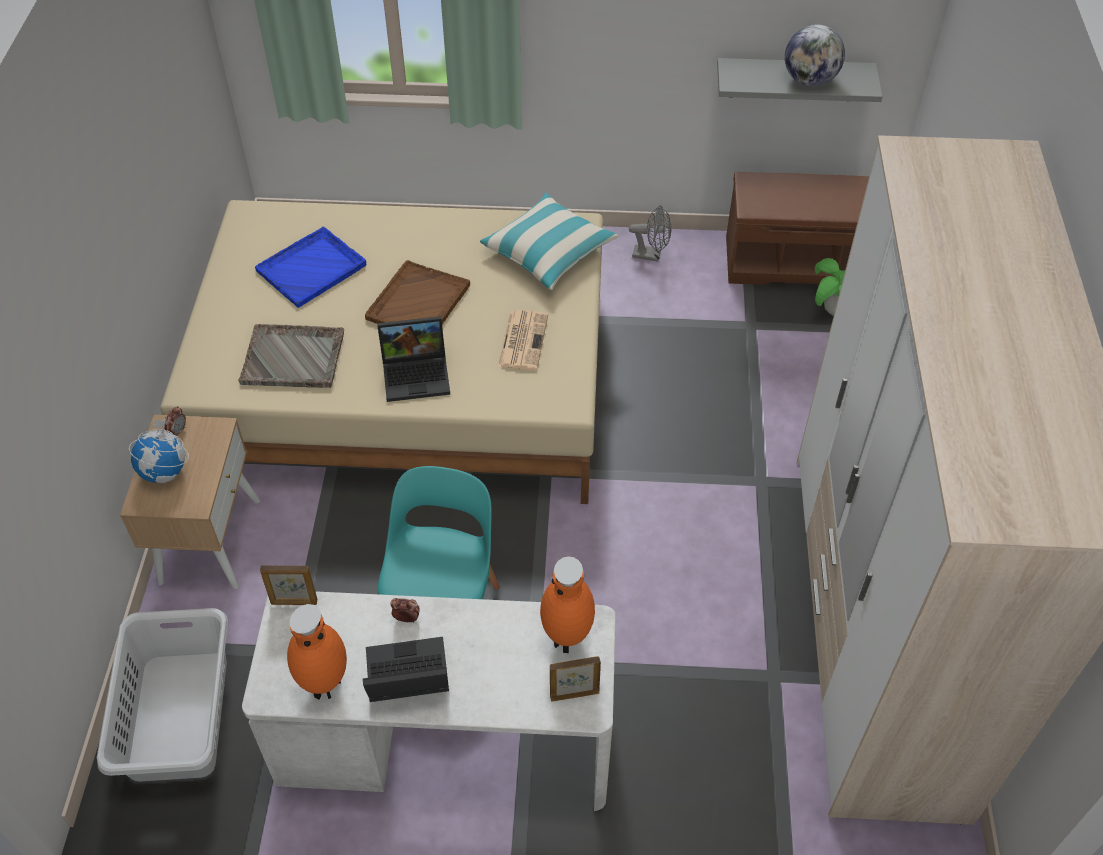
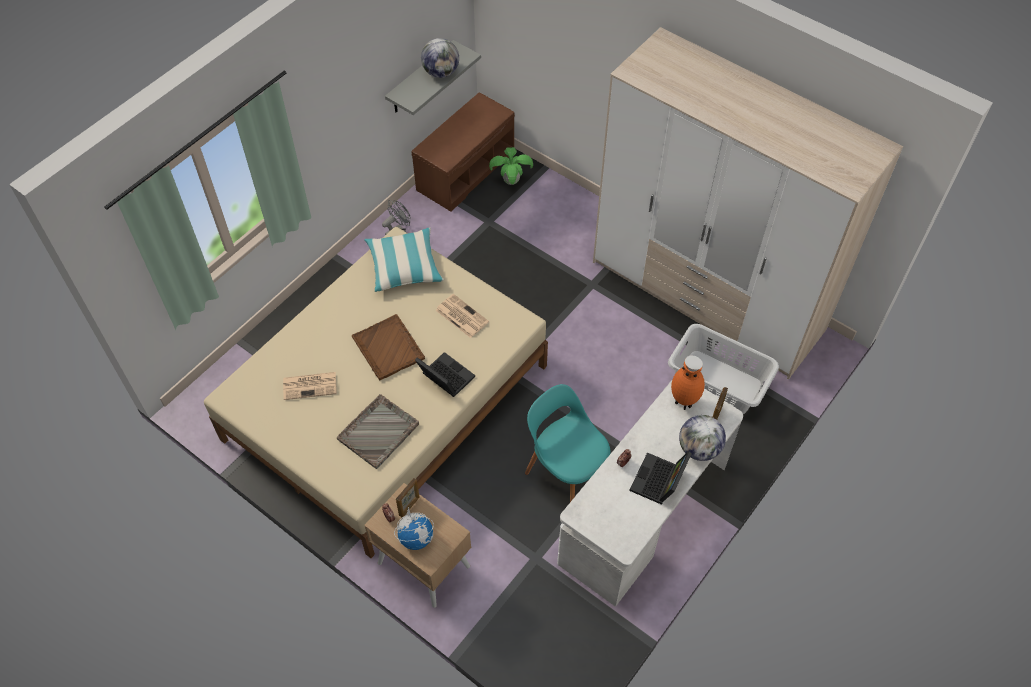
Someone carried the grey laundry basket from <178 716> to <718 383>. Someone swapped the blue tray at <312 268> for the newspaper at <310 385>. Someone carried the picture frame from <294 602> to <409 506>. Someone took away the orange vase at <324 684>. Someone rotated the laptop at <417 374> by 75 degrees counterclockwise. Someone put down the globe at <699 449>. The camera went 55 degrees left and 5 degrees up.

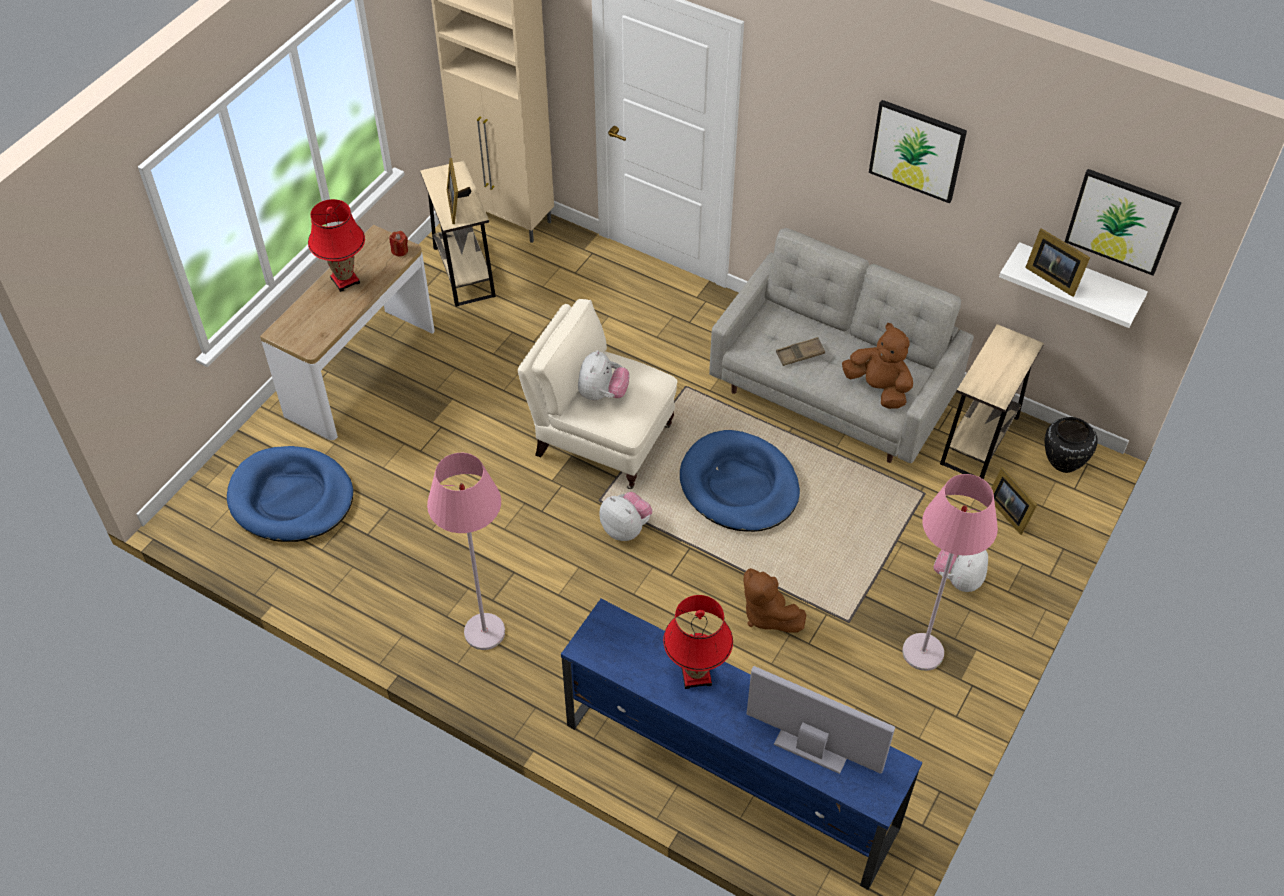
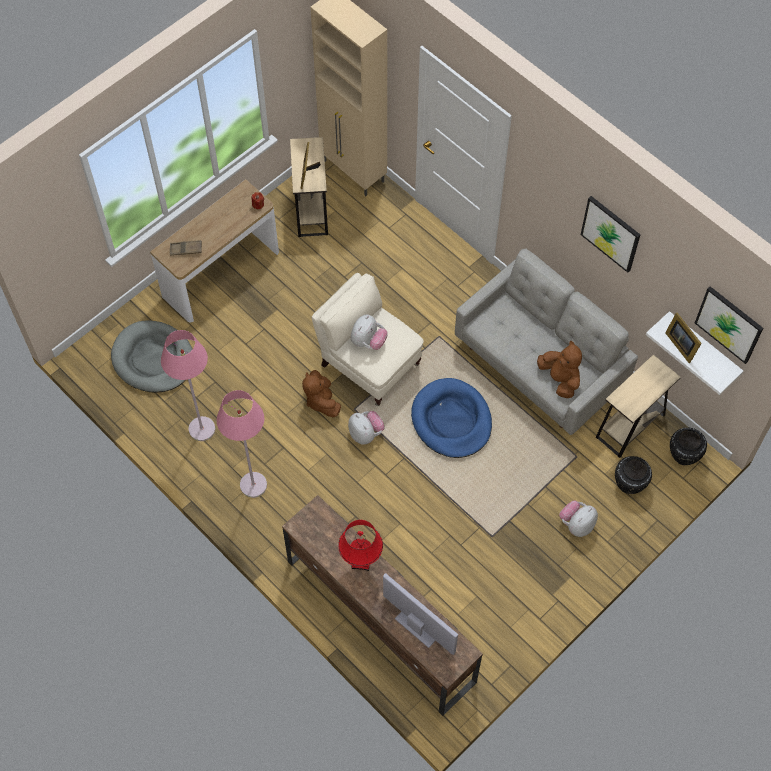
Someone repainted the blue dog bed at <291 498>, which became the grey dog bed at <153 359>. Someone took away the red table lamp at <345 280>. Someone repainted the blue tv stand at <728 774>, which became the brown tv stand at <380 620>. Someone carried the brown plush toy from <767 614> to <321 401>. Someone carried the brown tray from <800 354> to <186 249>. Someone carried the pink floor lamp from <923 652> to <202 429>. Someone swapped the picture frame at <1008 511> for the black vase at <630 483>. The camera went 15 degrees right and 10 degrees up.

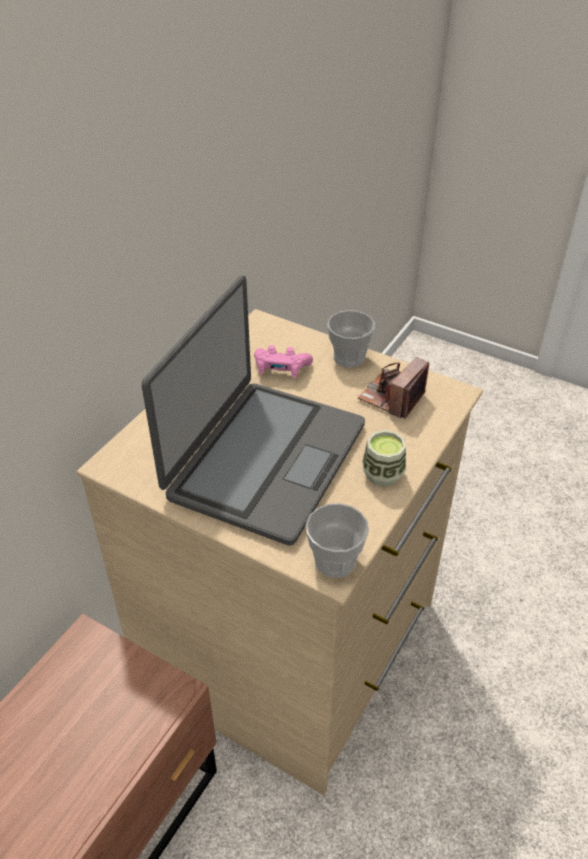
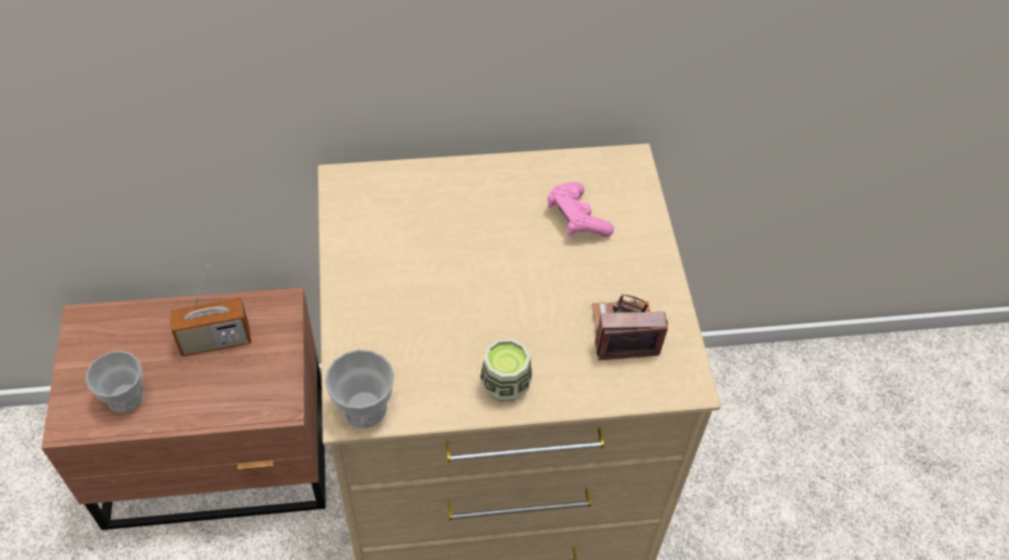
Someone took away the laptop at <265 459>. Someone carried the cup from <349 357> to <125 397>. Someone put down the radio at <215 341>. The camera went 50 degrees right and 10 degrees up.

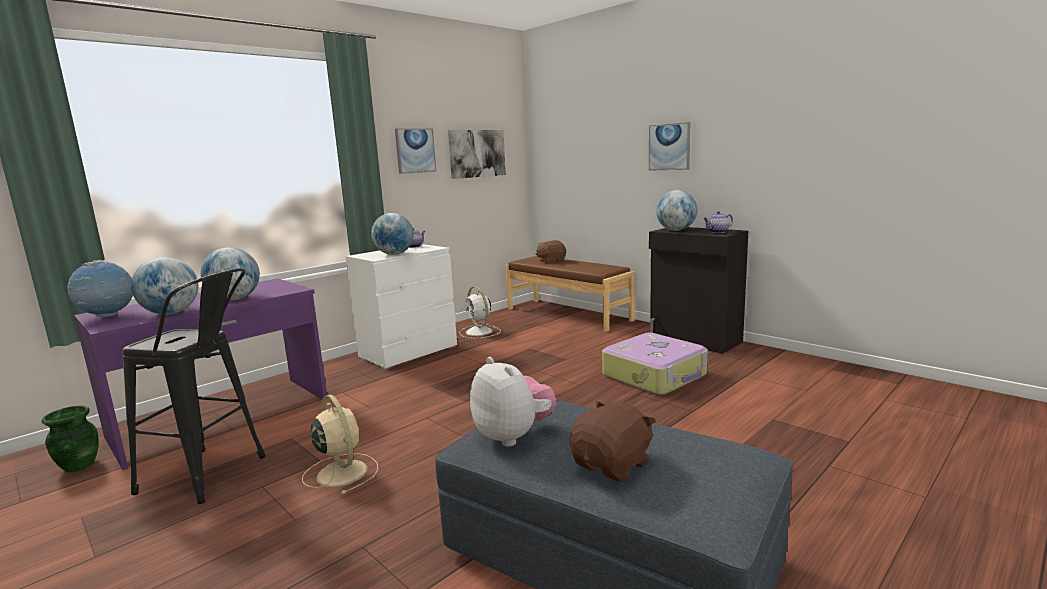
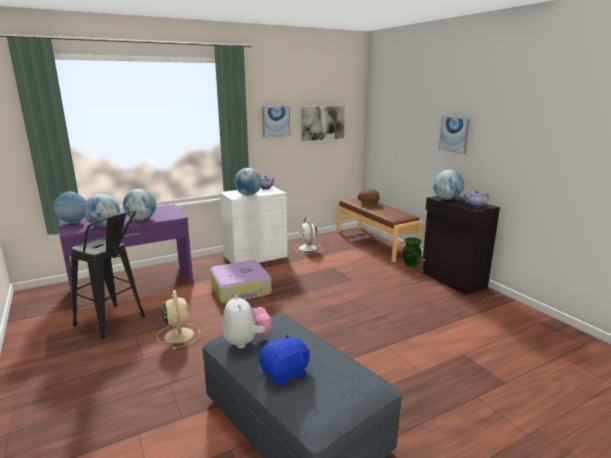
Someone carried the green vase from <78 466> to <410 264>. Someone repainted the brown plush toy at <612 465>, which became the blue plush toy at <285 374>. Someone carried the suitcase from <655 375> to <241 289>. The camera went 15 degrees right and 5 degrees up.

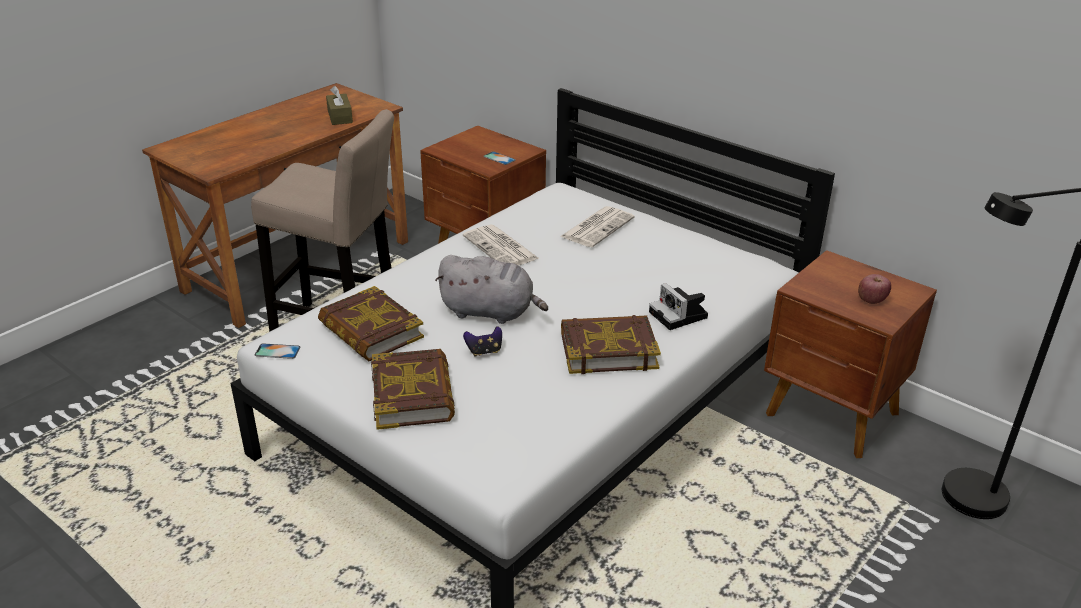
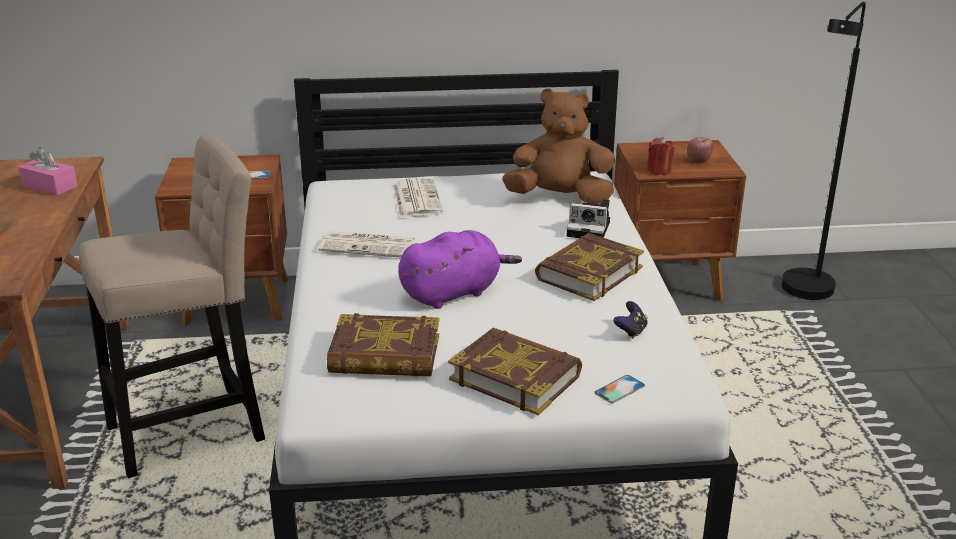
Someone carried the phone from <277 351> to <619 389>. Someone repainted the brown tissue box at <340 117>, which became the pink tissue box at <50 186>. Someone repainted the grey plush toy at <491 312>, which became the purple plush toy at <454 293>. Someone carried the game controller from <484 351> to <631 331>. Someone put down the brown plush toy at <560 198>. Someone put down the red candle at <659 170>. The camera went 45 degrees left and 5 degrees down.

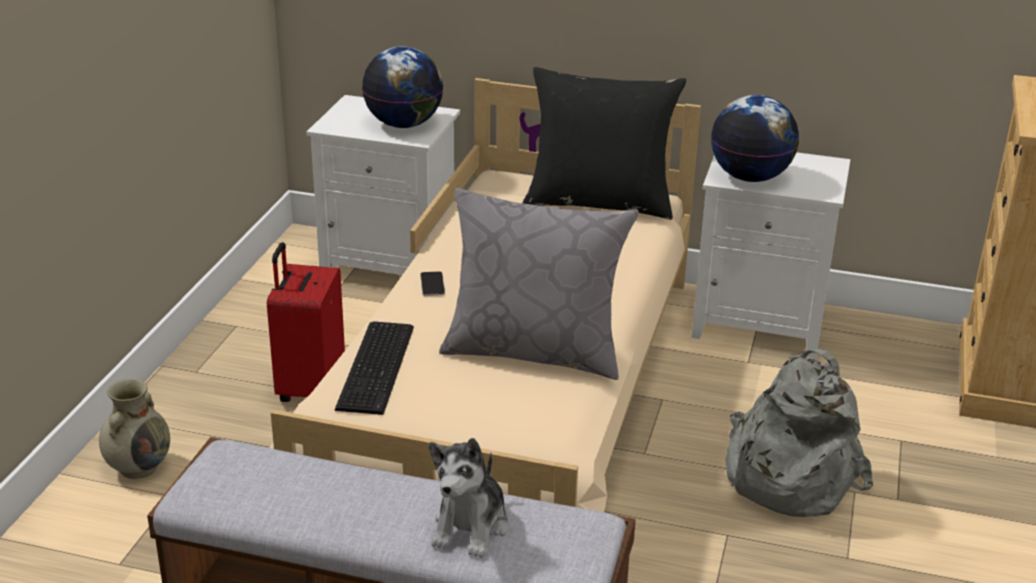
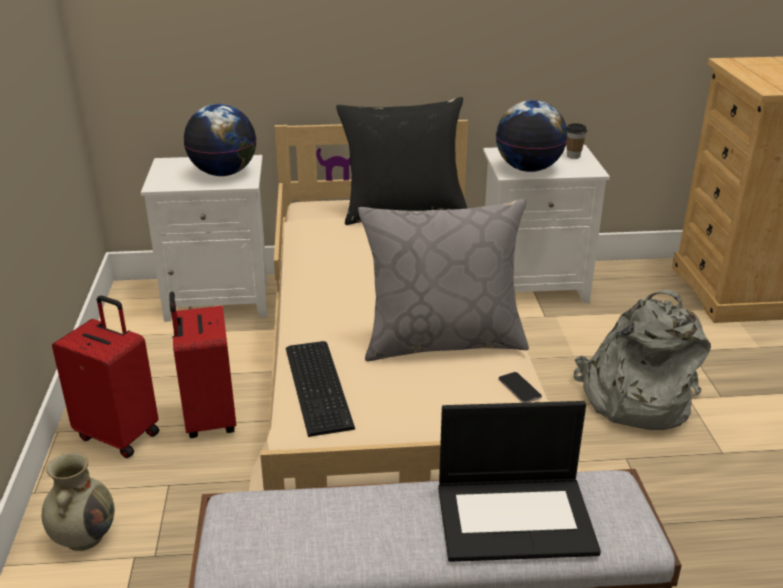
Someone carried the phone from <432 284> to <519 388>. Someone swapped the plush toy at <471 526> for the laptop at <516 517>. Someone put down the red suitcase at <120 434>. Someone put down the cup at <573 156>. The camera went 20 degrees left and 0 degrees up.

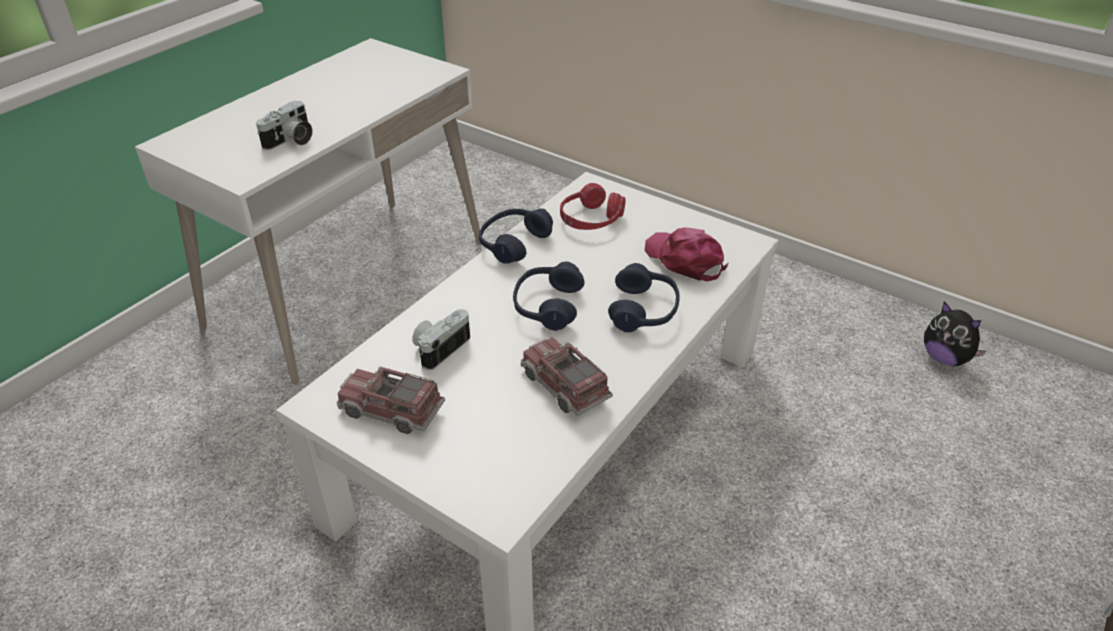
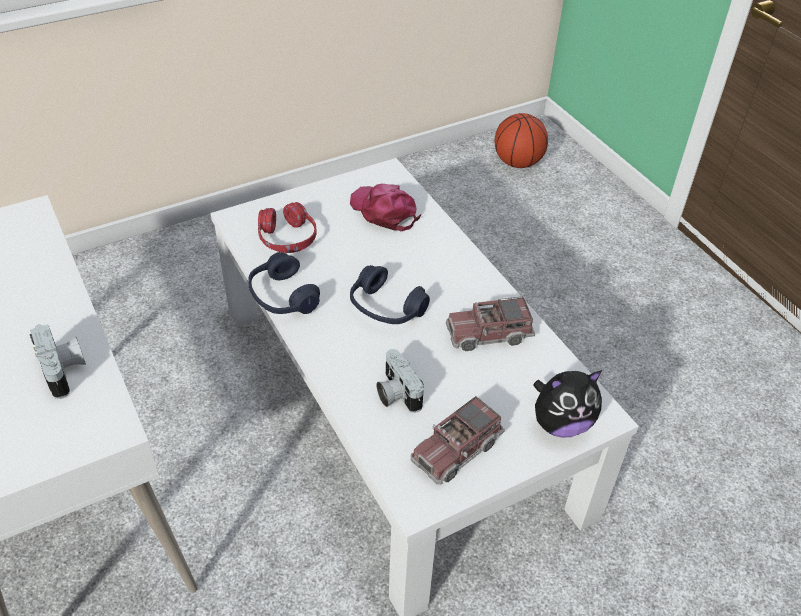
Someone took away the blue headphones at <644 310>. Someone rotated the pink cap at <685 259> by 60 degrees clockwise. Someone carried the plush toy from <945 358> to <561 423>. Someone put down the basketball at <517 163>. The camera went 65 degrees left and 5 degrees up.

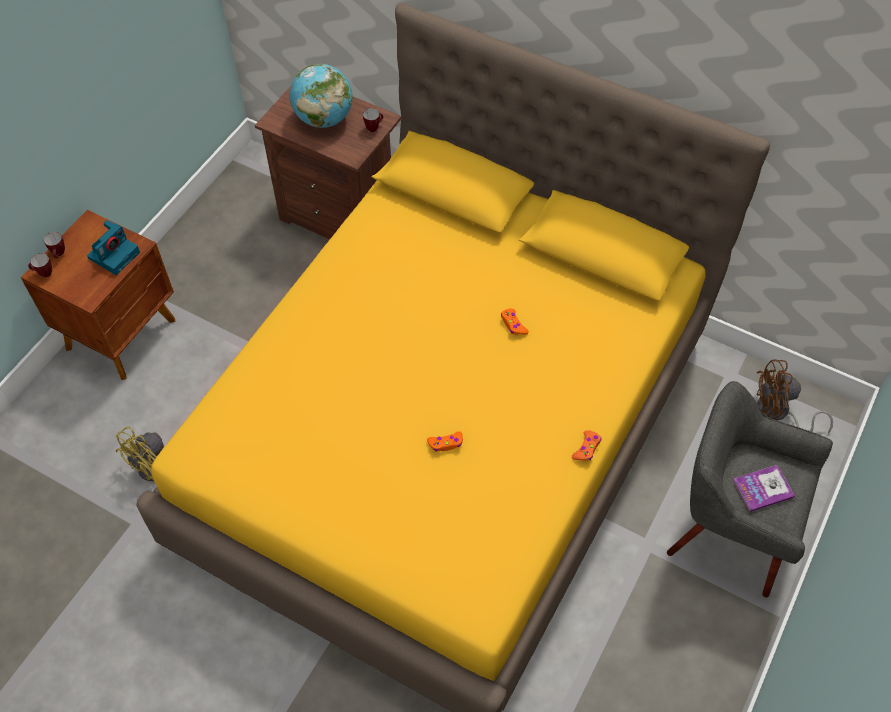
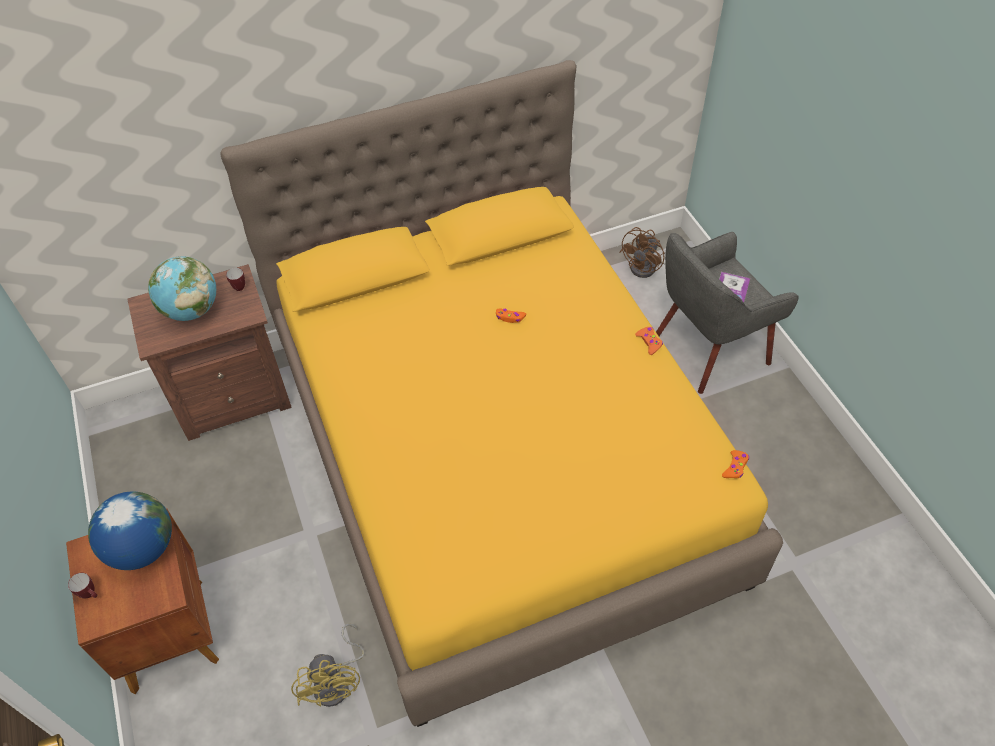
Someone took away the mug at <44 274>. Someone swapped the photo camera at <114 254> for the globe at <143 548>. Someone carried the orange game controller from <446 444> to <735 467>. The camera went 50 degrees left and 5 degrees down.

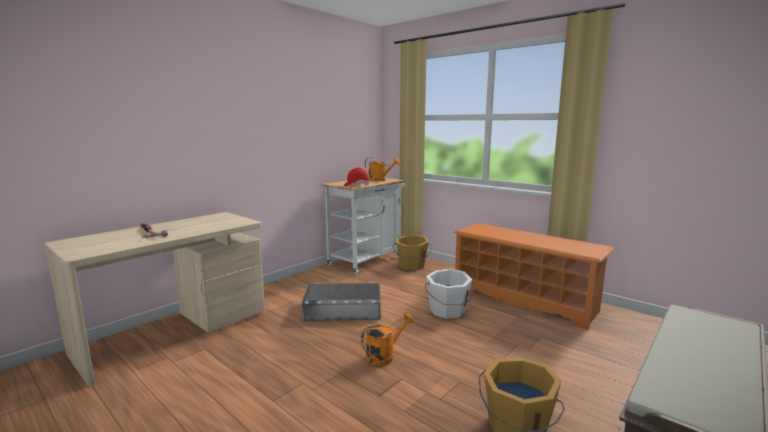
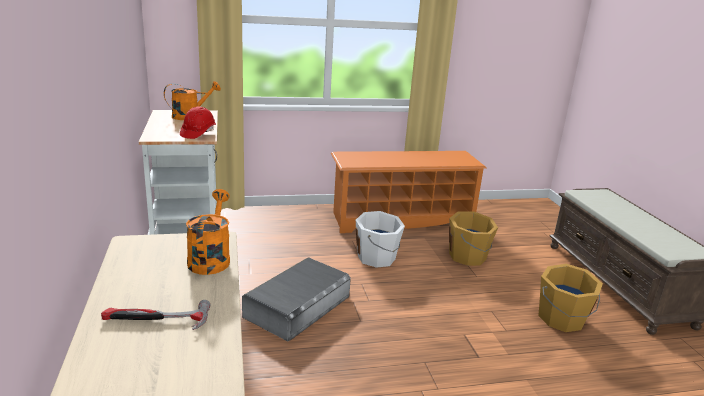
Someone carried the orange watering can from <384 356> to <210 258>. Someone carried the orange bucket from <411 266> to <468 257>. The camera went 55 degrees left and 10 degrees up.

